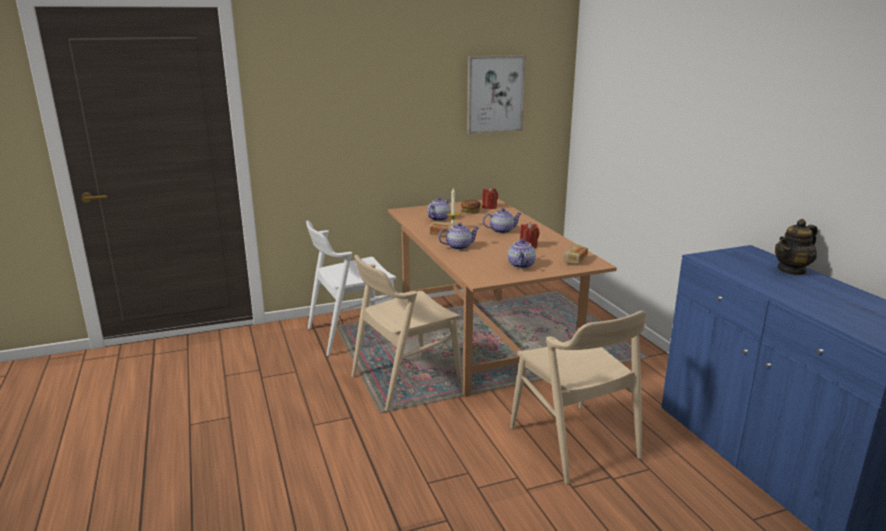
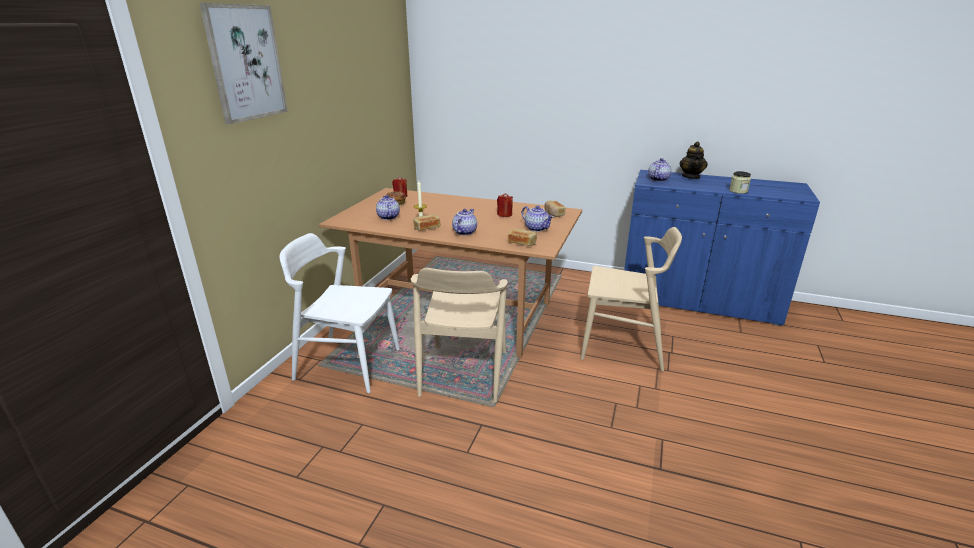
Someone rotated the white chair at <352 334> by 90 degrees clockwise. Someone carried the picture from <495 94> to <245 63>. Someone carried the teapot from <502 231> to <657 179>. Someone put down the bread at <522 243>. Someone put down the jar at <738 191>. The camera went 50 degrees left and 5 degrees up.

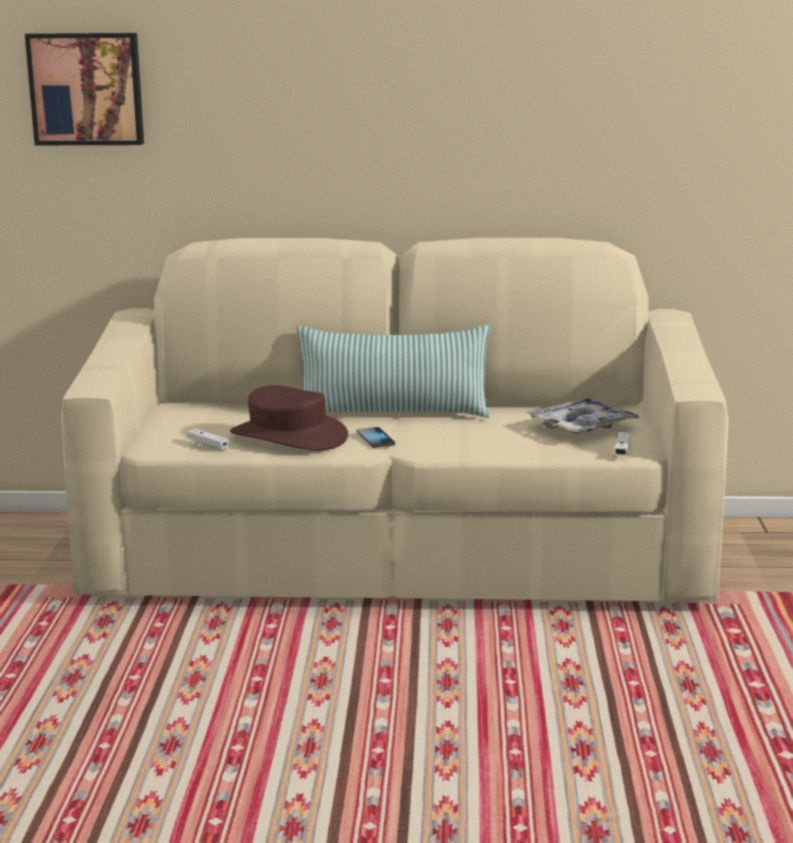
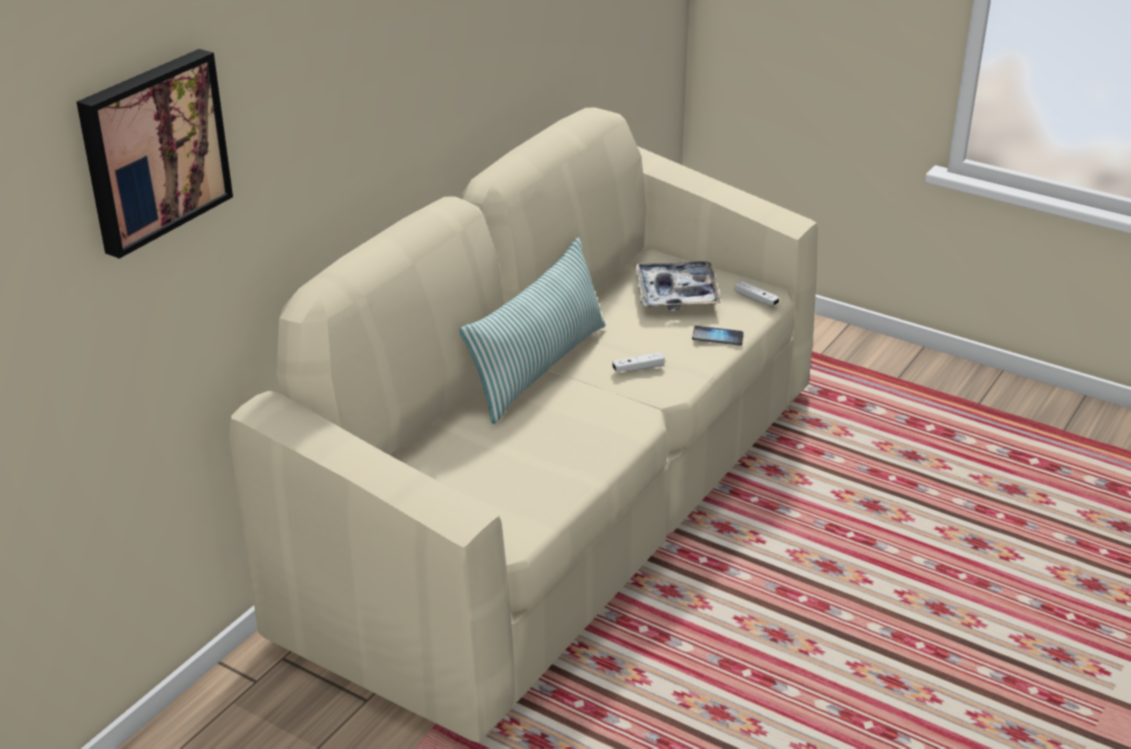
Someone carried the white game controller from <208 445> to <638 368>. Someone took away the brown hat at <288 436>. Someone carried the phone from <375 439> to <717 337>. The camera went 60 degrees left and 15 degrees up.

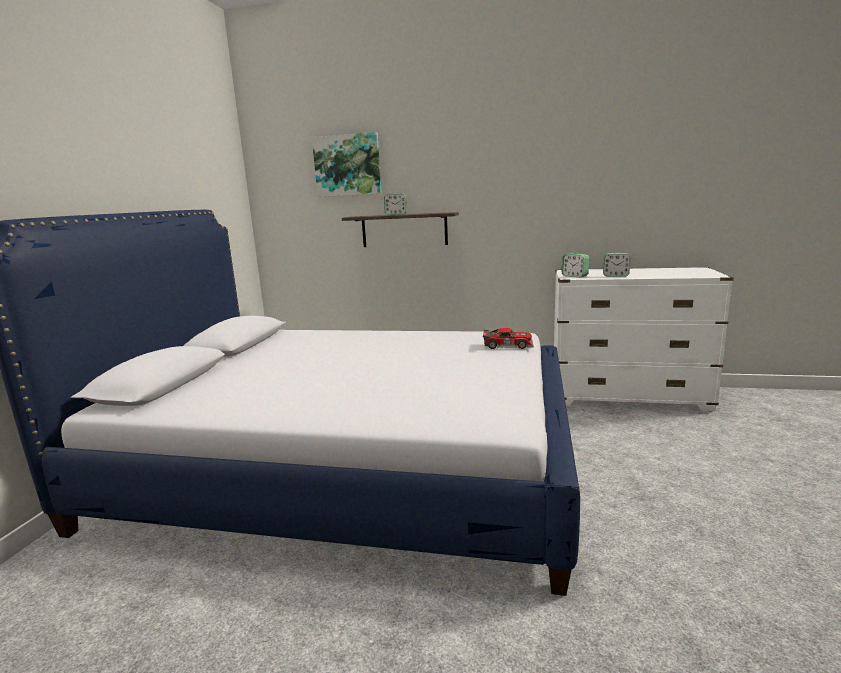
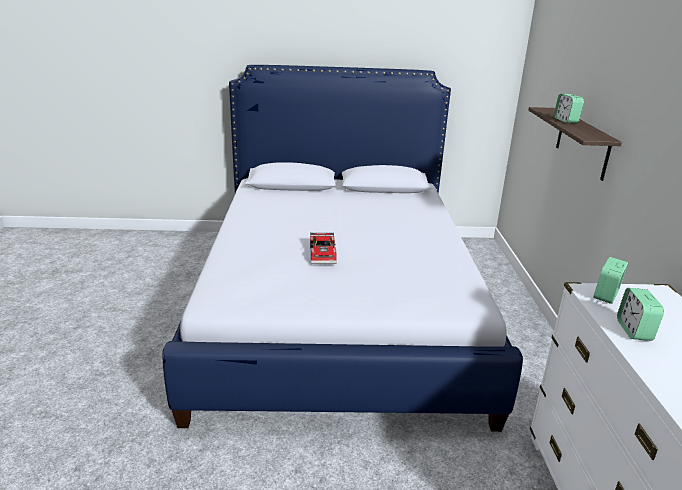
Someone took away the picture at <347 165>. Someone carried the toy car from <508 345> to <324 254>. The camera went 75 degrees right and 10 degrees up.

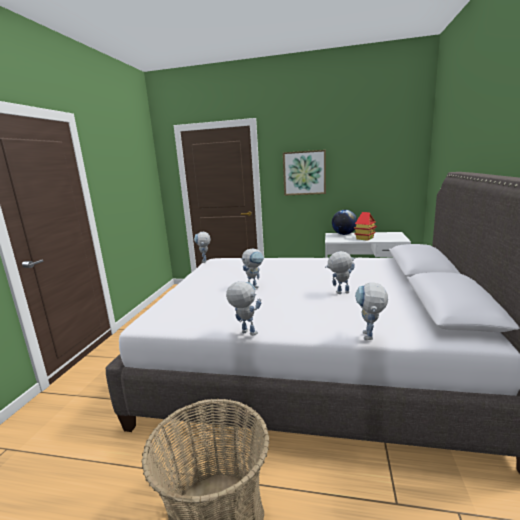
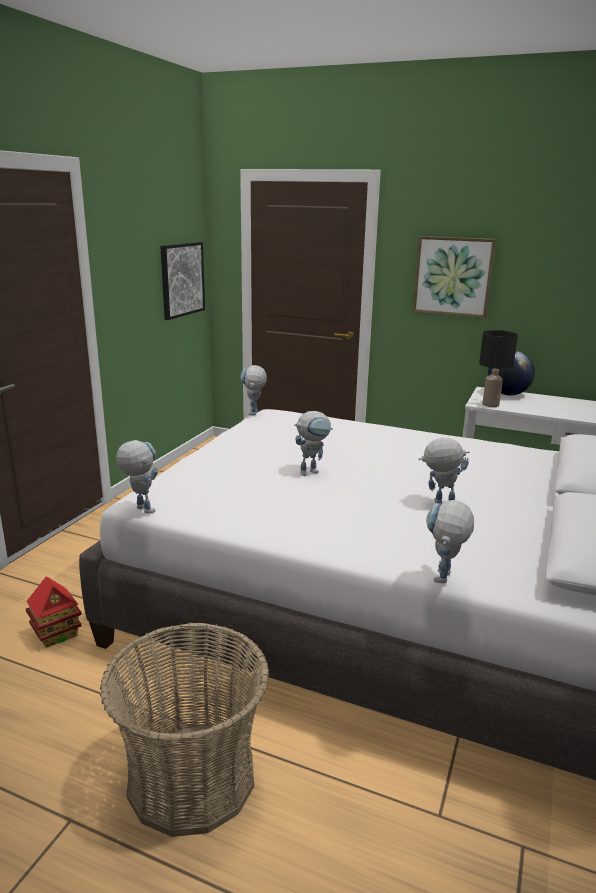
Someone carried the toy robot from <244 332> to <140 508>. Someone carried the toy house from <365 238> to <57 634>. Someone put up the picture at <182 279>. Someone put down the black table lamp at <490 405>. The camera went 10 degrees right and 5 degrees up.

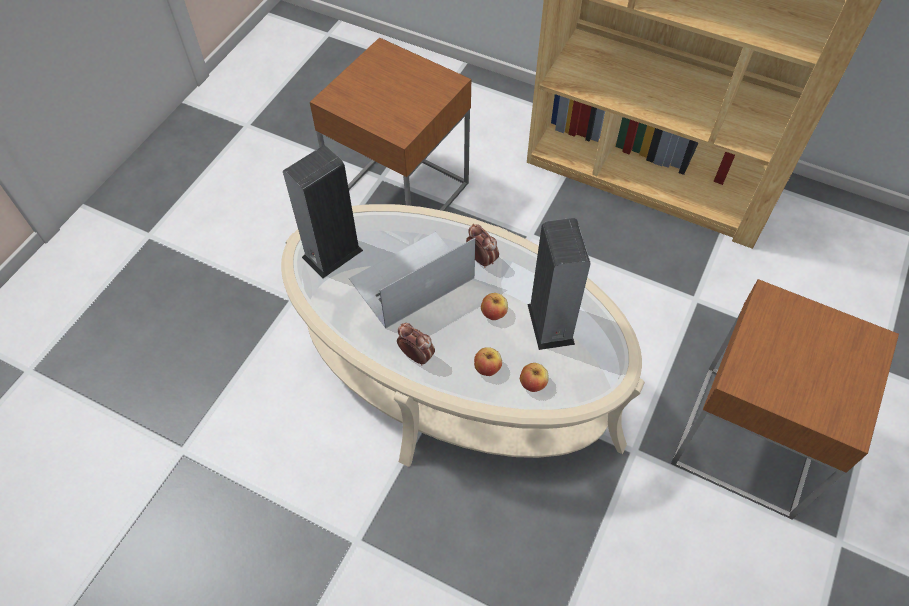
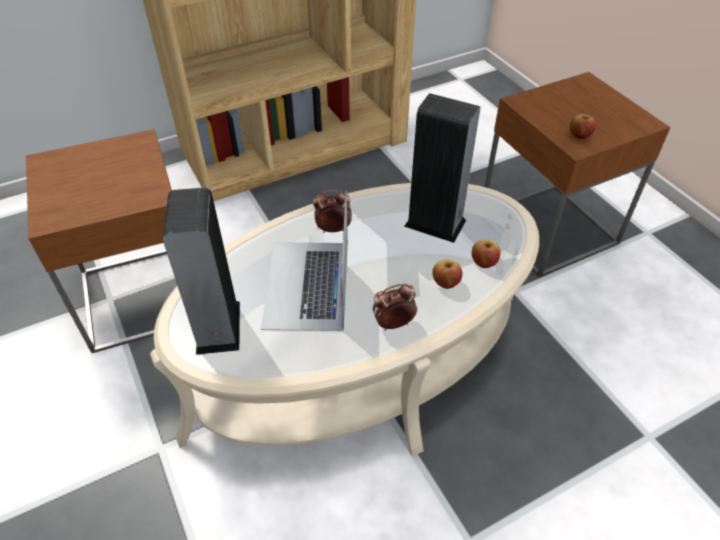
Someone carried the apple from <493 313> to <579 136>. The camera went 55 degrees left and 10 degrees down.

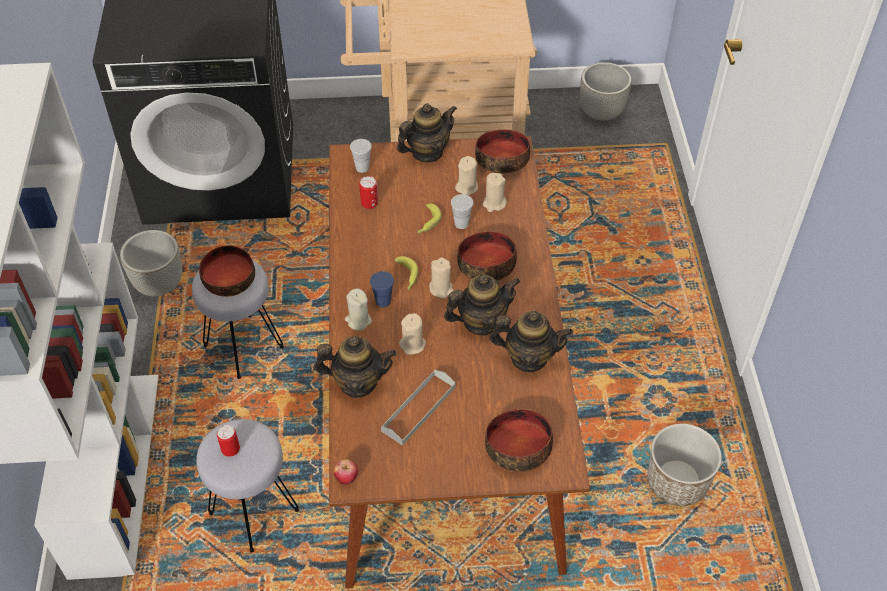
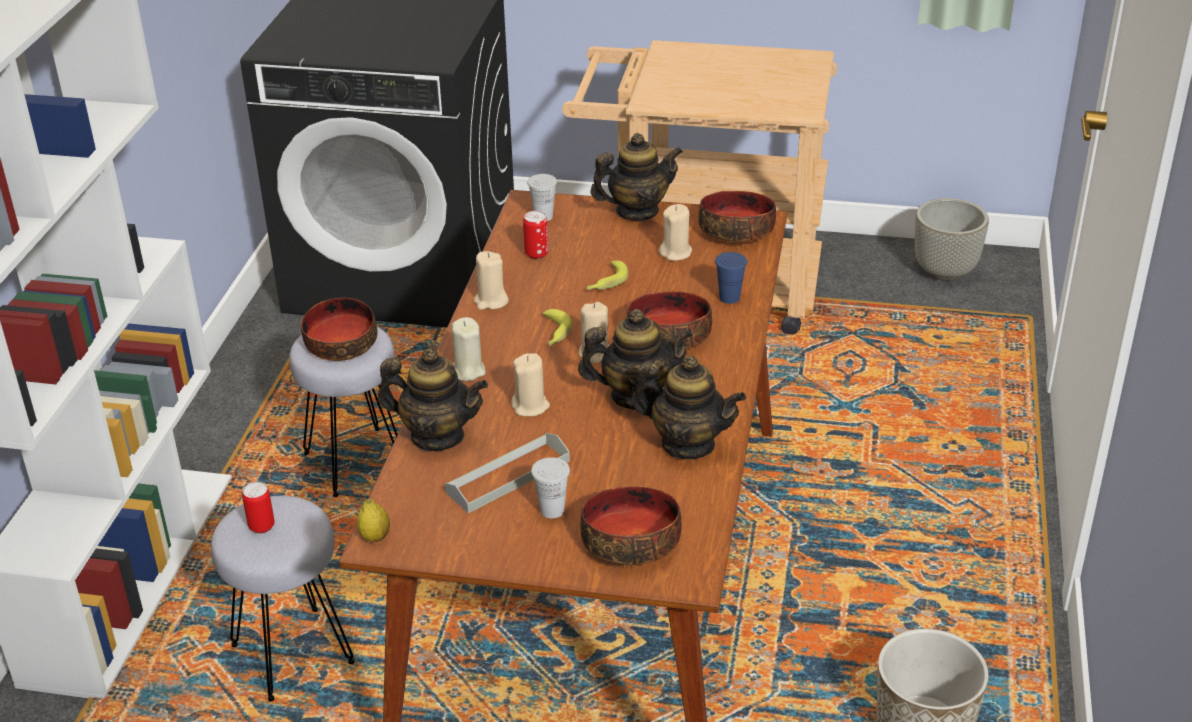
Someone took away the grey planter at <159 284>. Someone swapped the apple at <346 478> for the lemon at <375 537>. Someone carried the blue cup from <383 301> to <729 298>. Someone carried the white cup from <461 223> to <552 510>. Someone carried the beige candle from <494 203> to <491 301>. The camera went 15 degrees right and 15 degrees down.

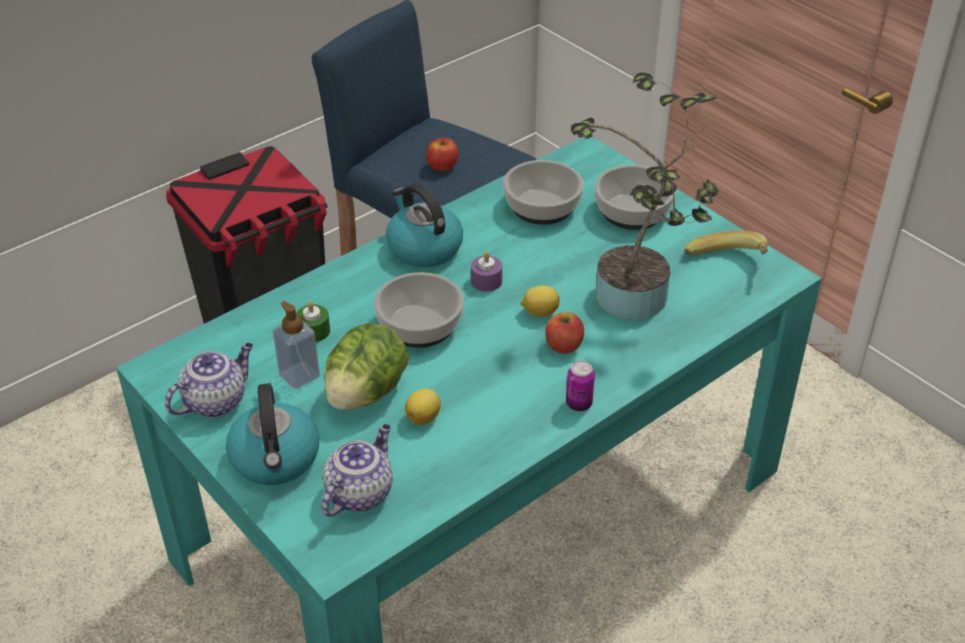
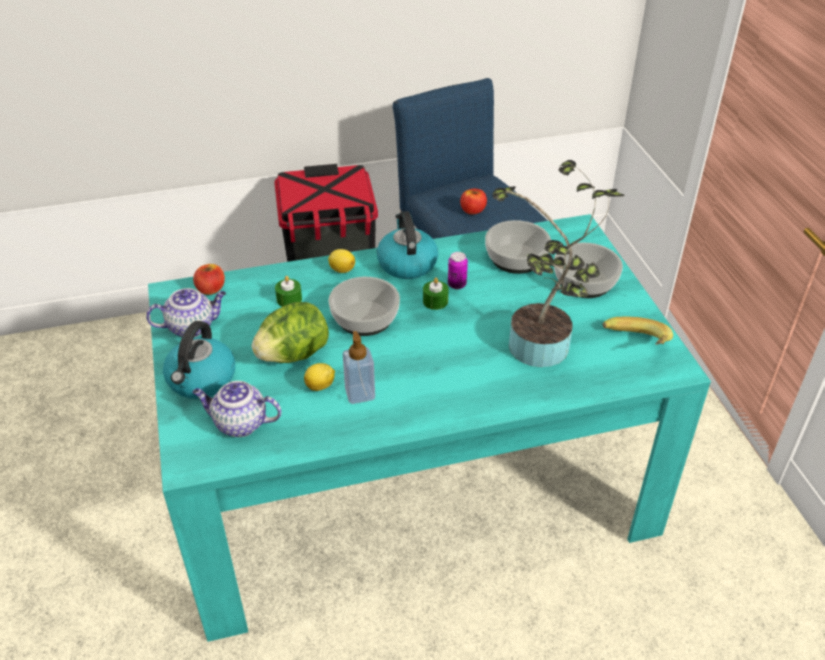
Someone carried the soap dispenser from <299 375> to <360 393>. Someone rotated the teapot at <359 492> by 135 degrees counterclockwise. Someone repainted the purple candle at <486 281>, which became the green candle at <435 301>. Someone carried the lemon from <539 312> to <341 269>. Someone carried the apple from <563 346> to <211 289>. Someone carried the can from <579 404> to <457 285>. The camera went 25 degrees right and 0 degrees up.

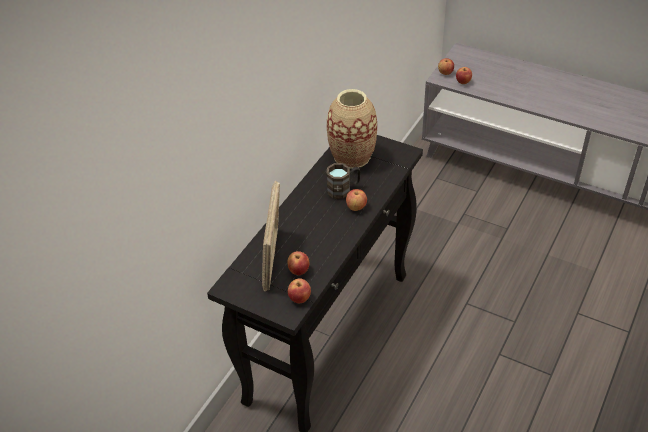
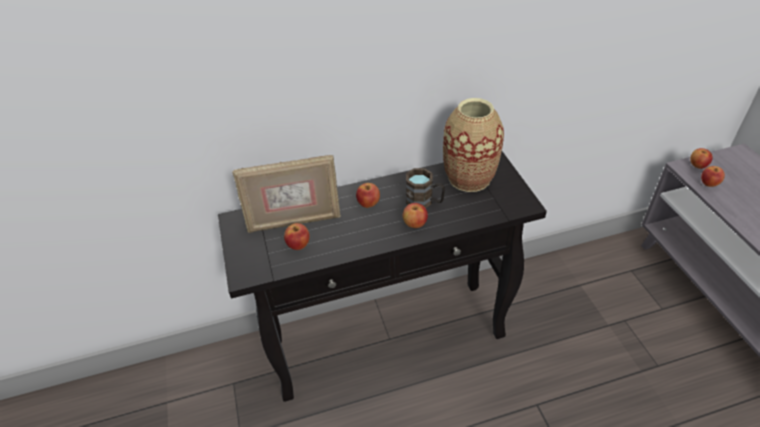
Someone rotated the picture frame at <274 259> by 150 degrees counterclockwise. Someone carried the apple from <300 298> to <368 204>. The camera went 45 degrees right and 0 degrees up.

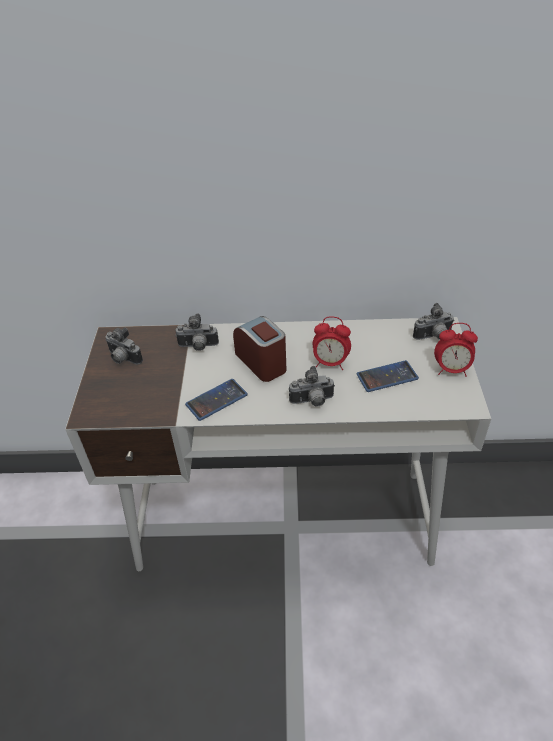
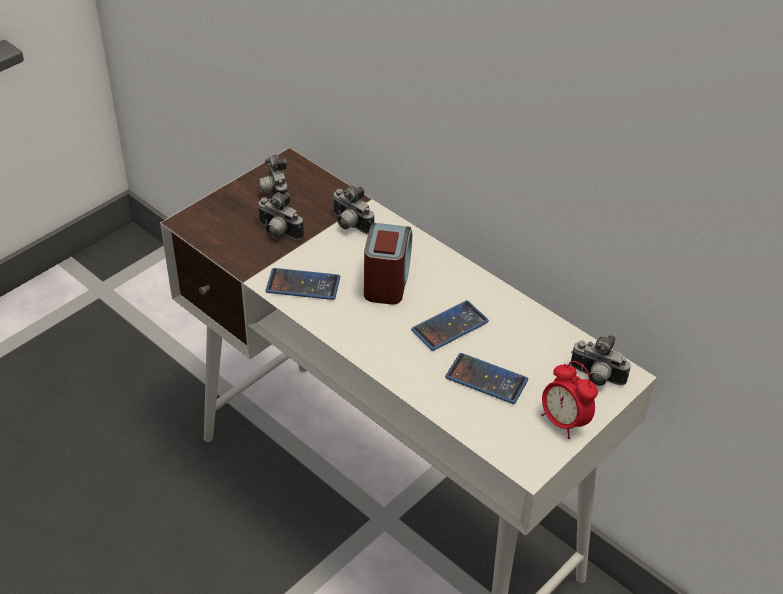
Someone carried the photo camera from <312 401> to <278 233>. Someone swapped the alarm clock at <330 363> for the phone at <450 326>. The camera went 40 degrees right and 0 degrees up.

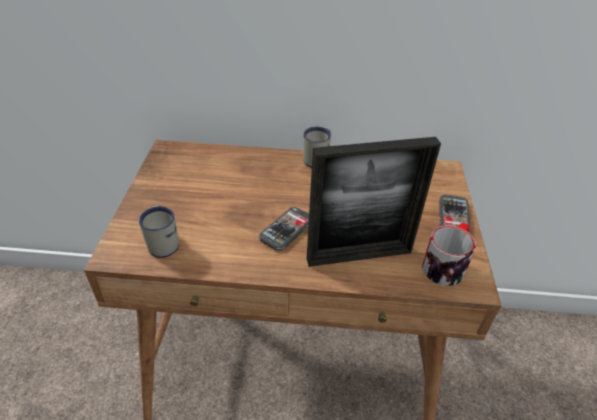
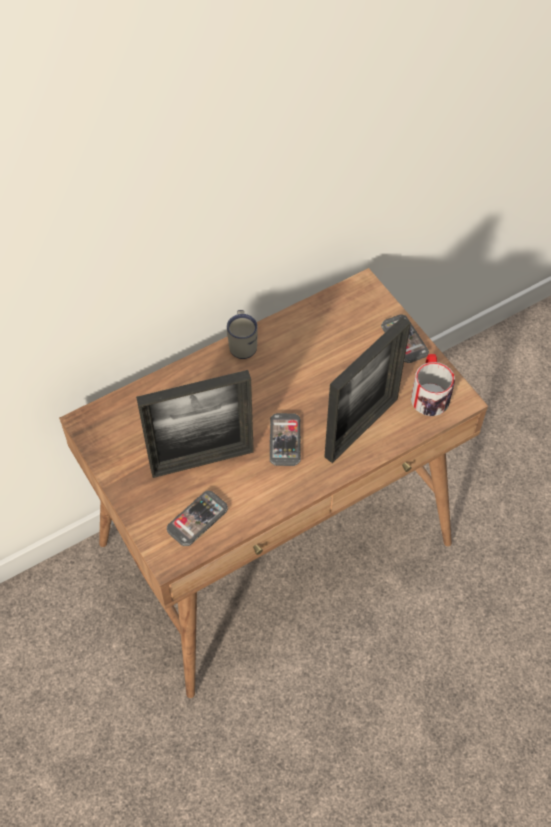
Someone swapped the white mug at <163 242> for the phone at <197 519>. Someone put down the picture frame at <202 460>. The camera went 35 degrees left and 15 degrees up.

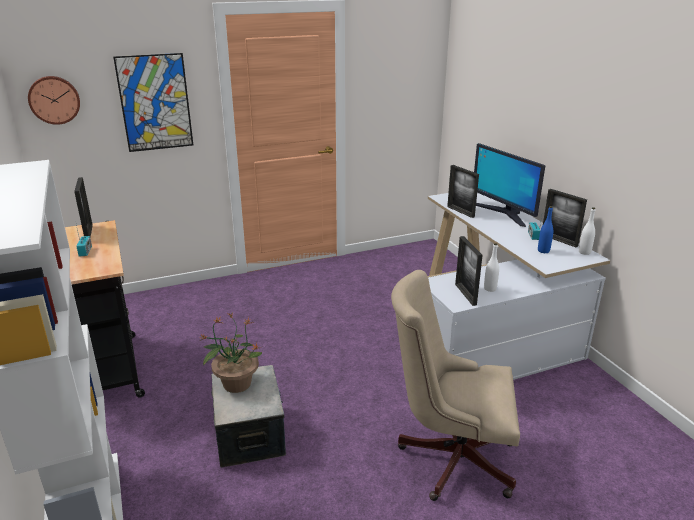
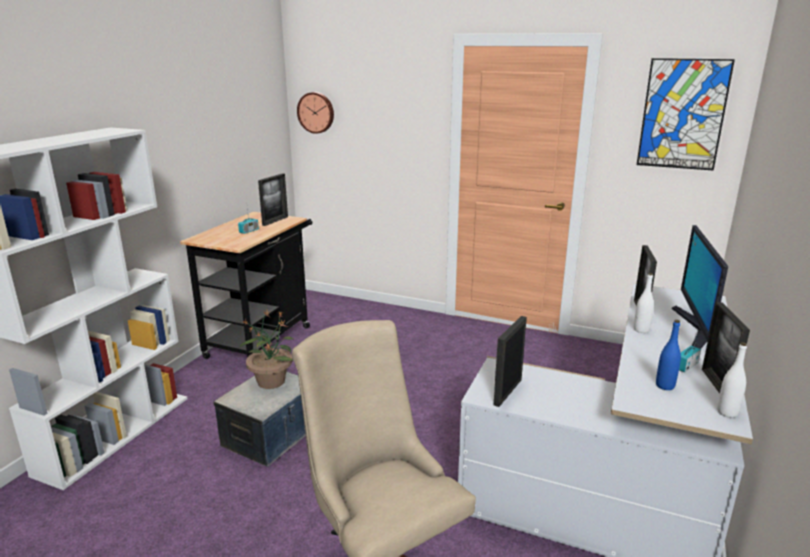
Someone carried the picture from <155 103> to <682 114>. Someone carried the white bottle from <490 289> to <641 330>. The camera went 45 degrees right and 5 degrees down.

